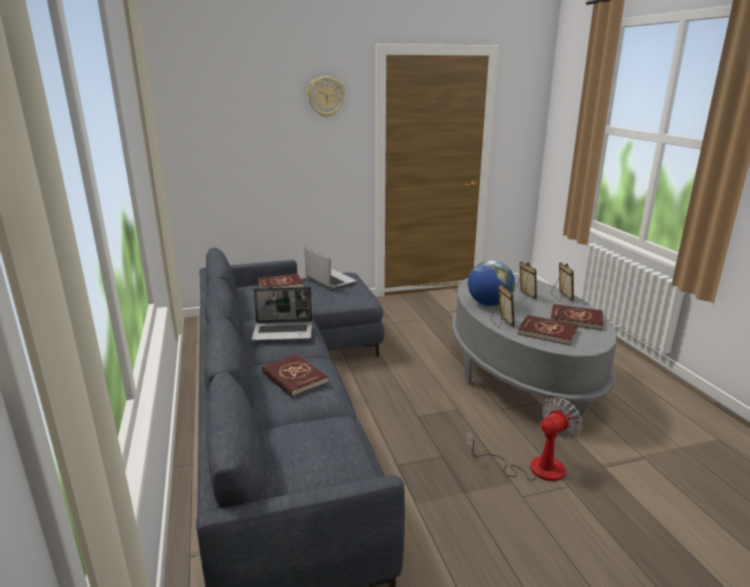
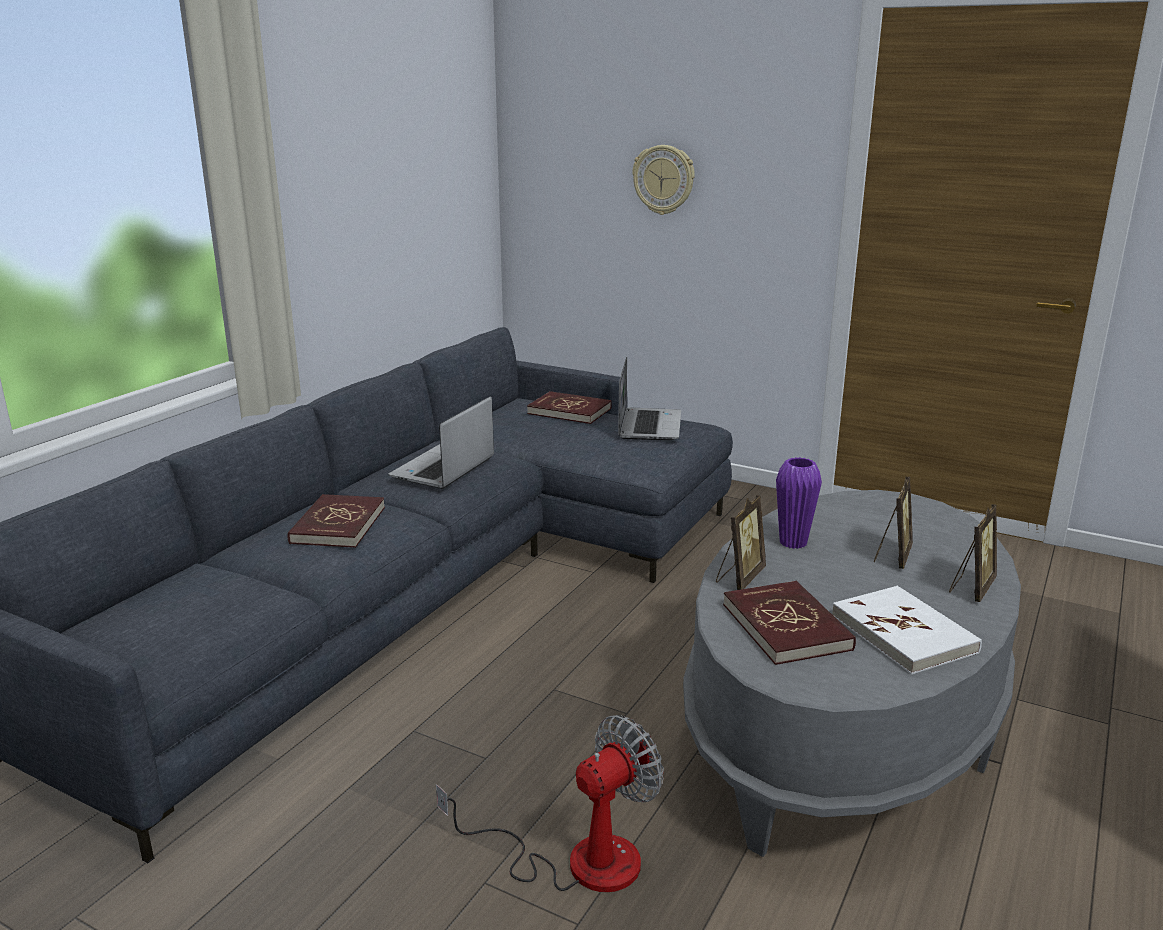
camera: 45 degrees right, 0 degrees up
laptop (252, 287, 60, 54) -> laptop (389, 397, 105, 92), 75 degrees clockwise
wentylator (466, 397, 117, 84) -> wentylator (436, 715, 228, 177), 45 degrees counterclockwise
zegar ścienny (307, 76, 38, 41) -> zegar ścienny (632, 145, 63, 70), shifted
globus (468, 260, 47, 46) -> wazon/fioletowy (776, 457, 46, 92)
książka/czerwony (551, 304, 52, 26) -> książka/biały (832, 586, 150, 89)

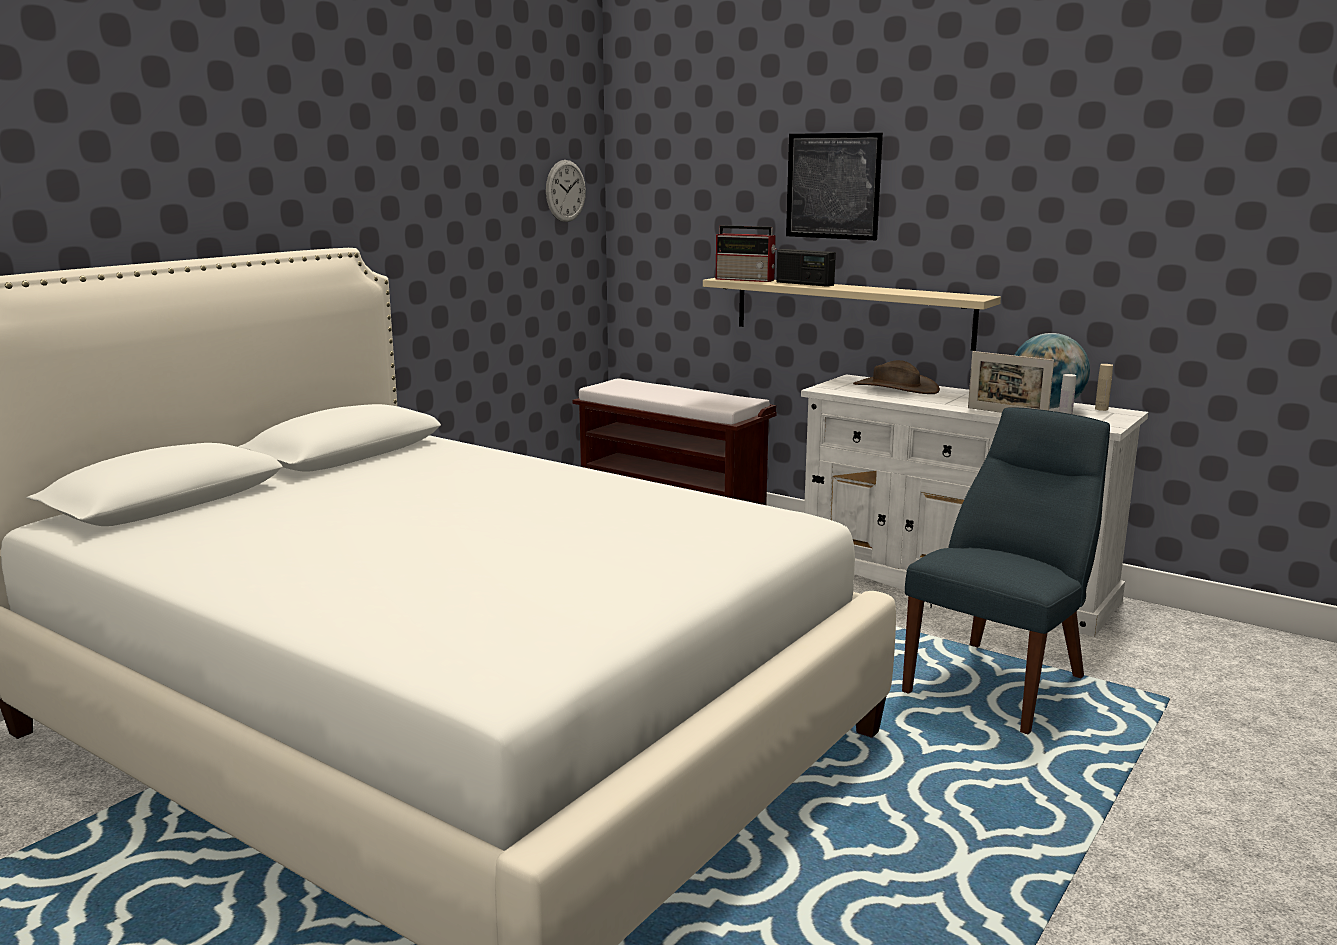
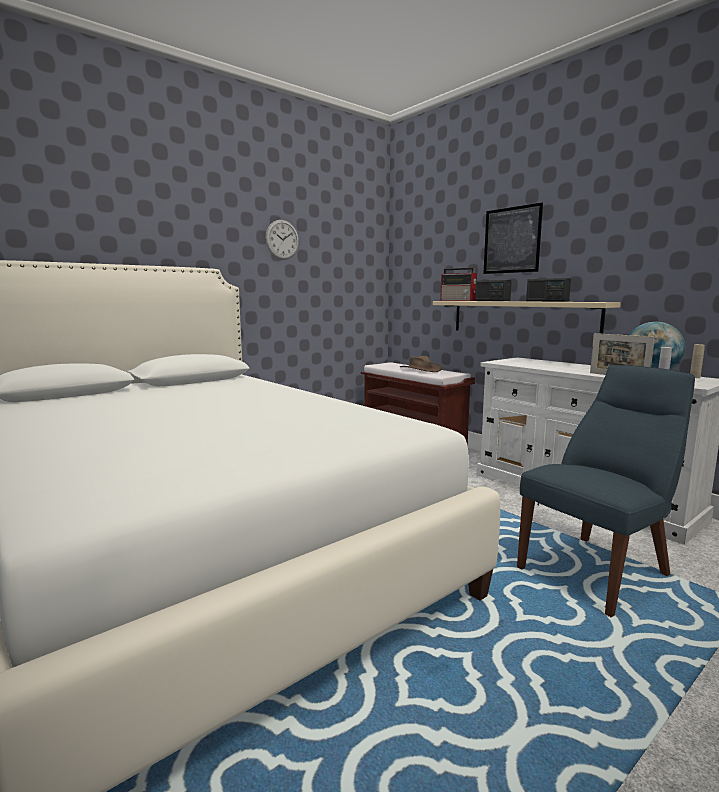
camera: 15 degrees right, 5 degrees down
zegar ścienny (546, 160, 40, 62) -> zegar ścienny (265, 220, 34, 40), shifted
kapelusz/brązowy (853, 360, 87, 34) -> kapelusz/brązowy (400, 356, 42, 16), shifted
none -> radio (526, 278, 45, 24)

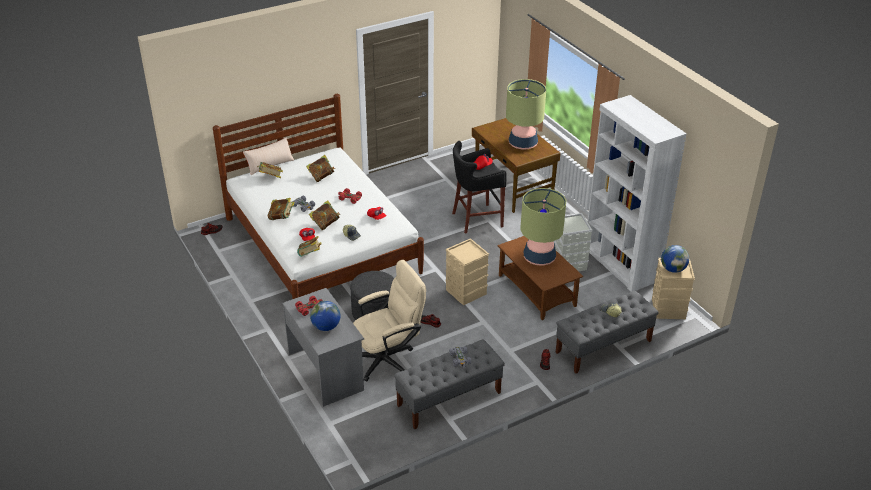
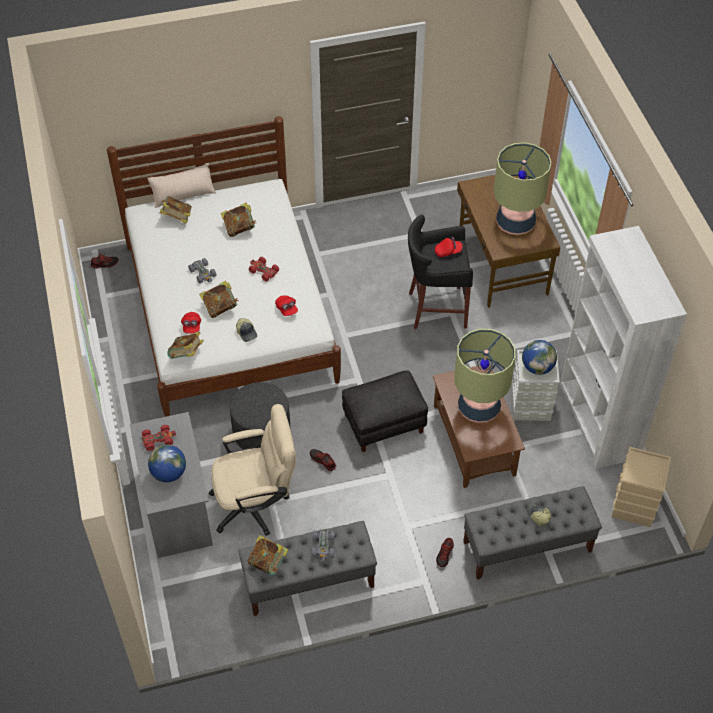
camera: 15 degrees right, 15 degrees up
książka (267, 198, 28, 22) -> książka (248, 535, 41, 40), shifted
pojemnik do przechowywania/beżowy (445, 238, 44, 67) -> pufa/czarny (342, 371, 86, 81)
globus (661, 245, 28, 28) -> globus (522, 340, 35, 35), shifted

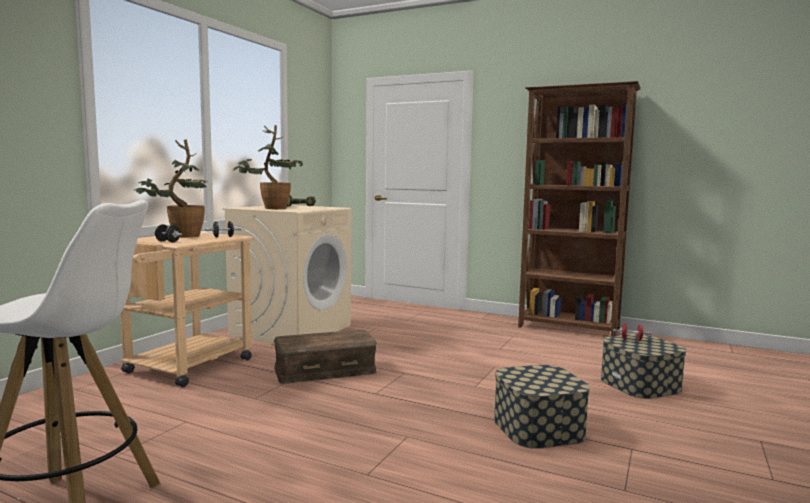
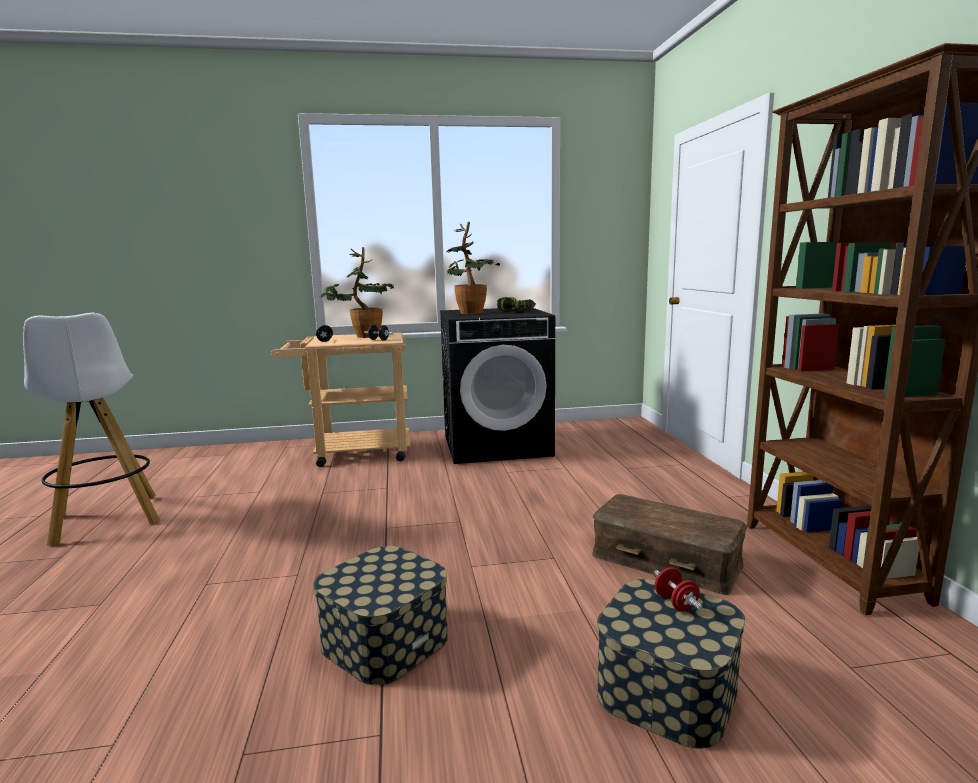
camera: 55 degrees right, 5 degrees up
pralka/beżowy (222, 205, 129, 140) -> pralka/czarny (440, 308, 115, 156)
pojemnik do przechowywania/brązowy (274, 330, 103, 54) -> pojemnik do przechowywania/brązowy (592, 494, 156, 101), shifted

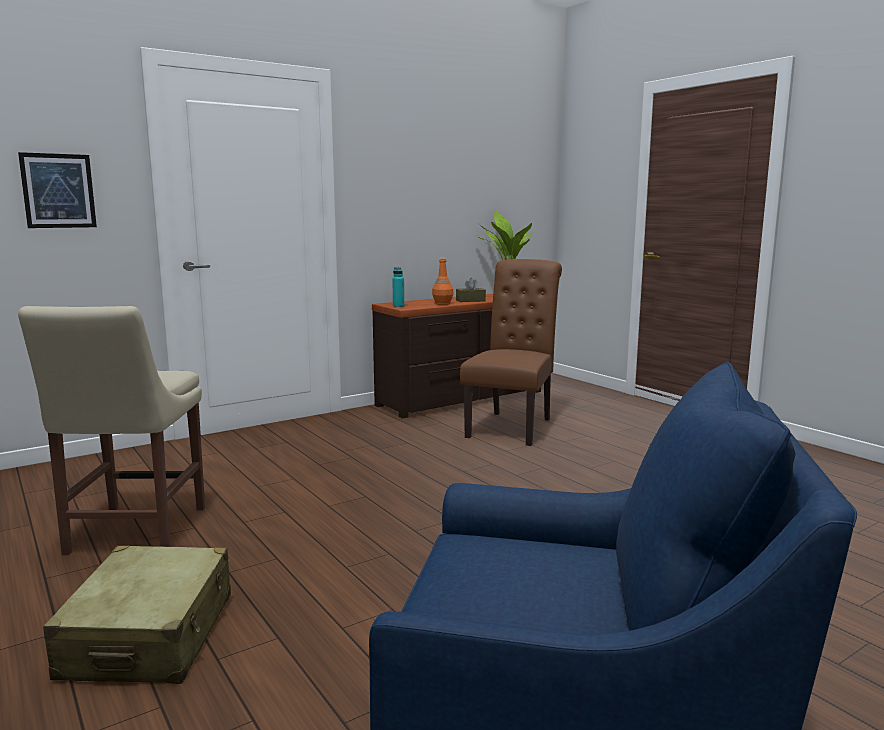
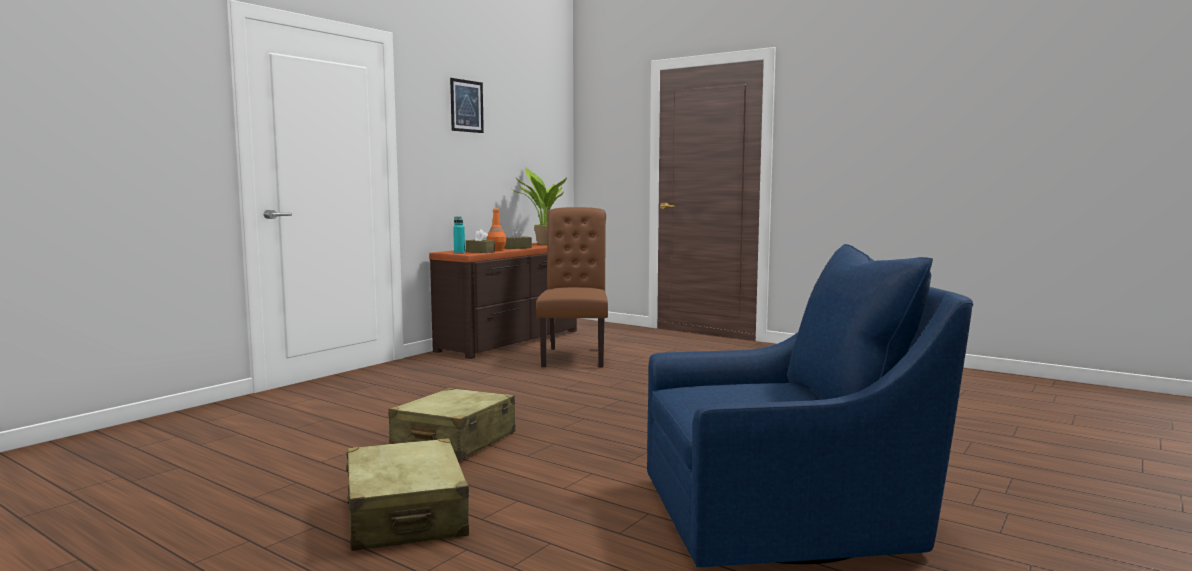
camera: 20 degrees left, 5 degrees down
none -> walizka/beżowy (389, 388, 127, 72)
obraz (18, 152, 79, 76) -> obraz (450, 78, 34, 55), shifted
none -> pudełko chusteczek/brązowy (466, 229, 29, 24)
krzesło/beżowy (18, 306, 187, 249) -> none

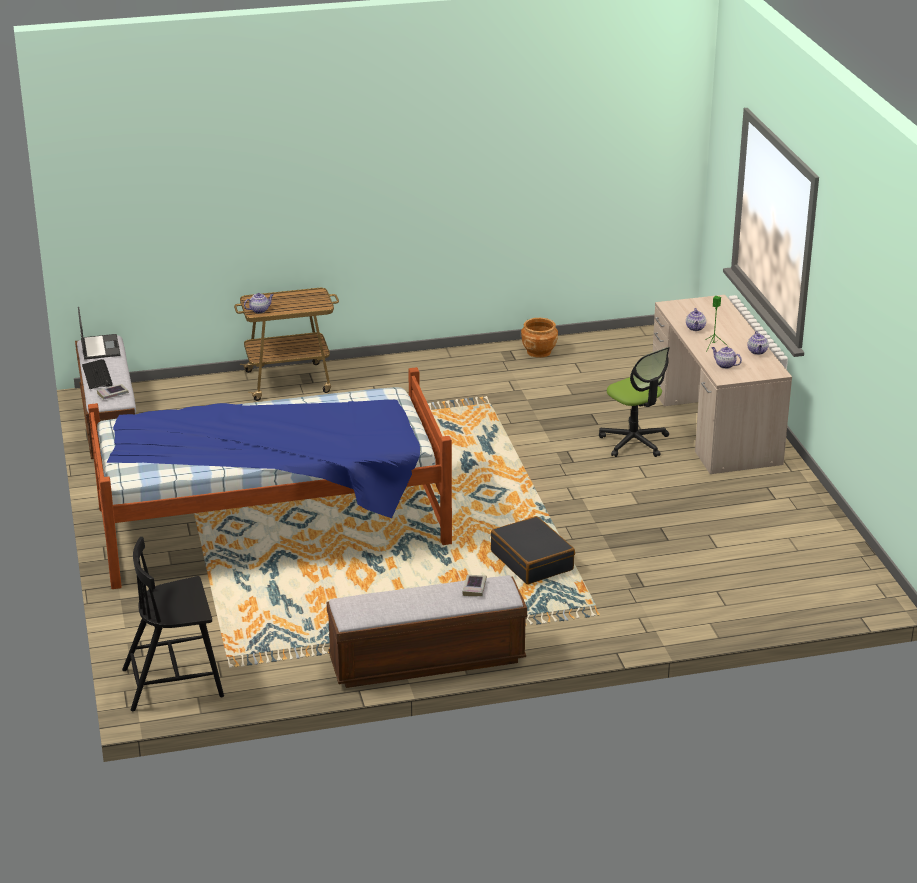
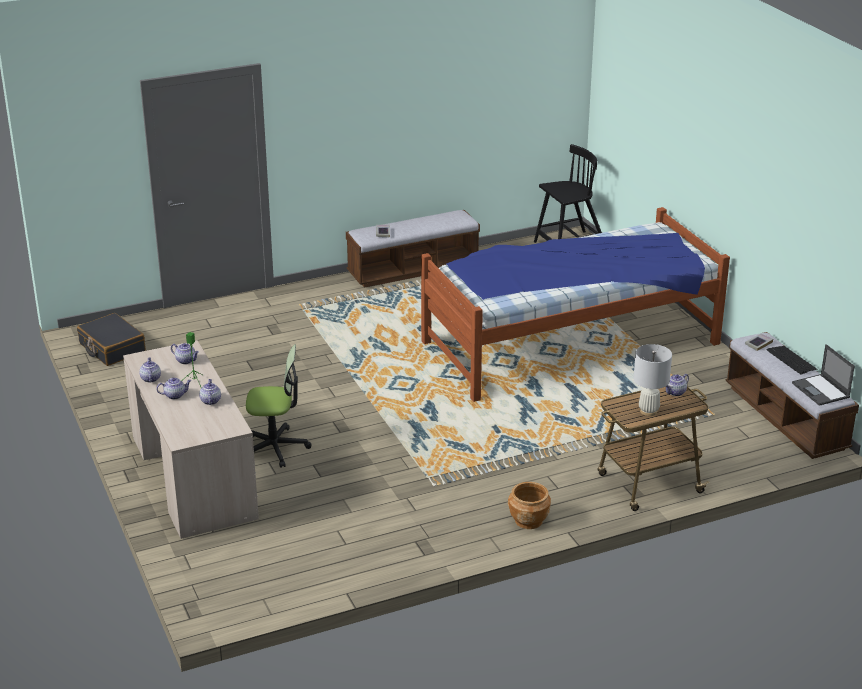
camera: 170 degrees right, 0 degrees up
walizka/czarny (490, 516, 85, 68) -> walizka/czarny (77, 313, 69, 53), shifted
none -> imbryk (156, 378, 35, 21)
krzesło biurowe (599, 347, 71, 110) -> krzesło biurowe (246, 344, 66, 124), 135 degrees clockwise
donica/brązowy (521, 318, 37, 40) -> donica/brązowy (508, 482, 43, 47), shifted
none -> lampa stołowa/biały (633, 344, 39, 72)

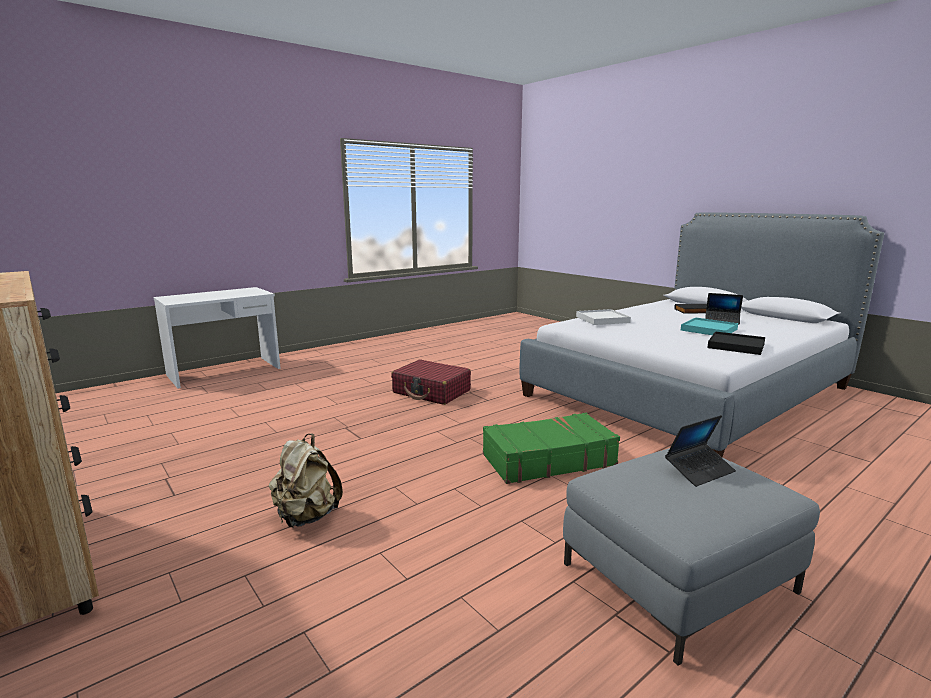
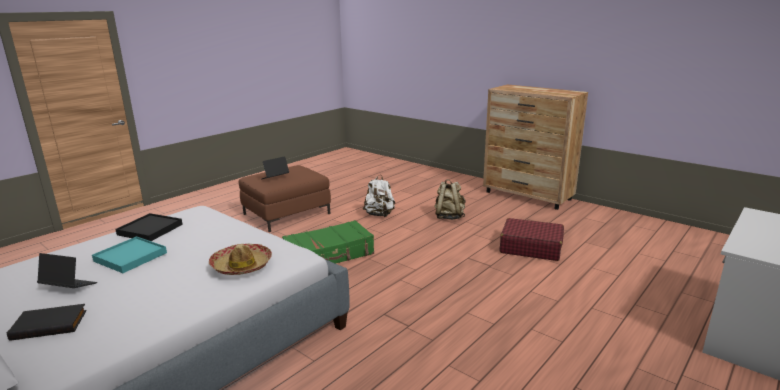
camera: 170 degrees right, 5 degrees up
taca/biały (576, 309, 55, 16) -> kapelusz (209, 244, 63, 31)
pufa/szary (563, 448, 257, 218) -> pufa/brązowy (239, 165, 92, 67)
none -> plecak/biały (363, 175, 32, 42)
walizka/czerwony (391, 359, 80, 46) -> walizka/czerwony (500, 218, 64, 43), shifted

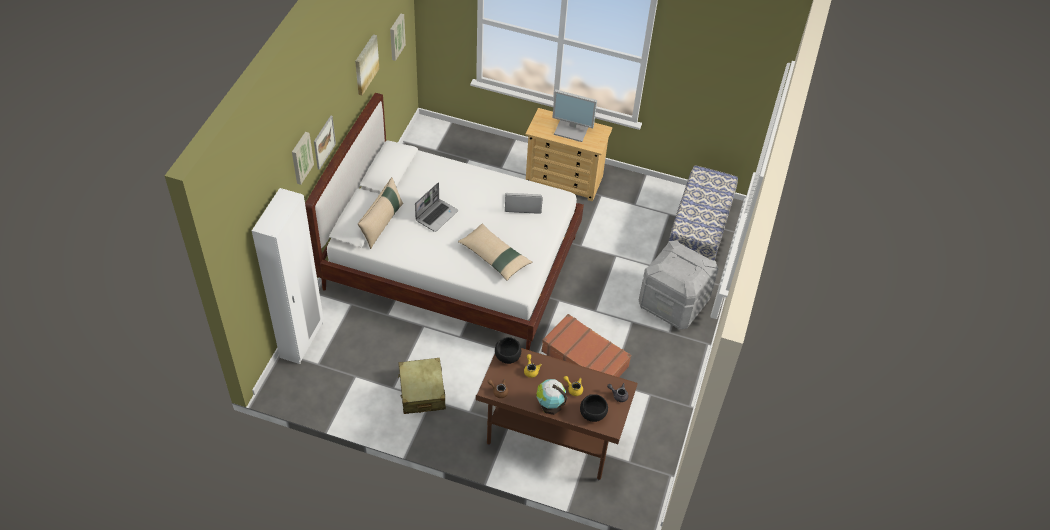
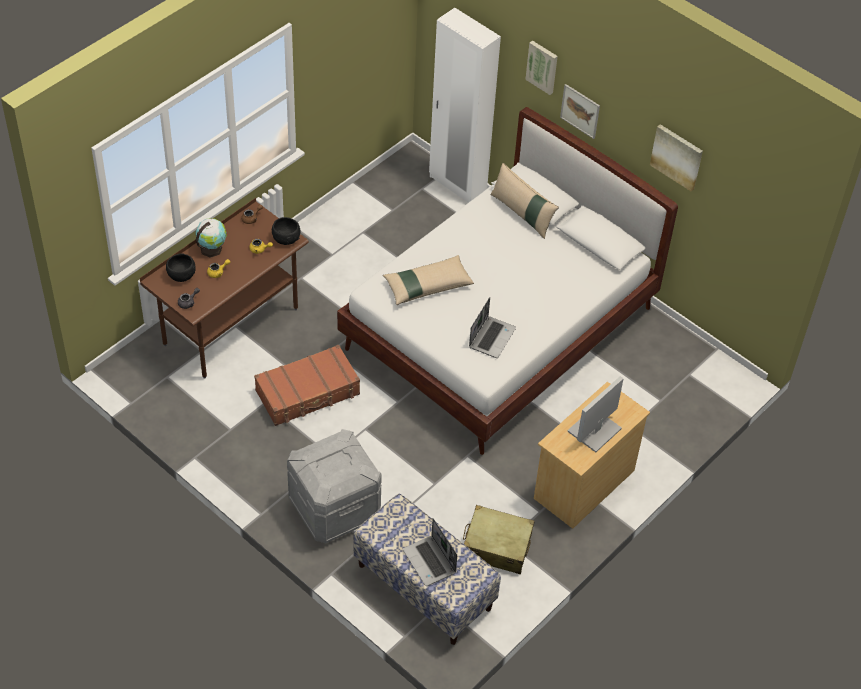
camera: 115 degrees right, 0 degrees up
laptop (415, 182, 43, 50) -> laptop (403, 518, 54, 68), shifted
walizka/beżowy (398, 358, 48, 56) -> walizka/beżowy (463, 505, 71, 69), shifted
obraz (390, 13, 16, 48) -> none

